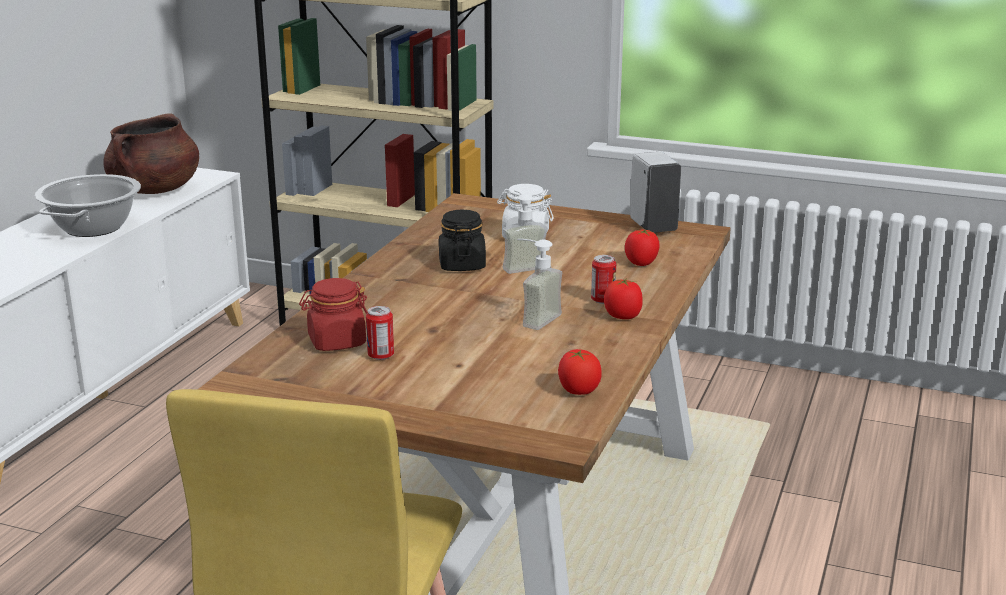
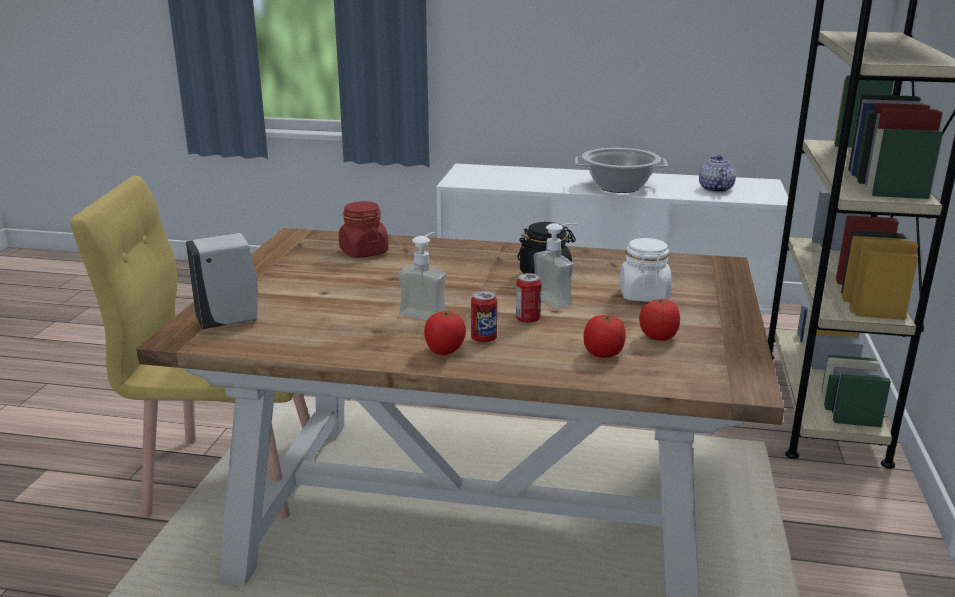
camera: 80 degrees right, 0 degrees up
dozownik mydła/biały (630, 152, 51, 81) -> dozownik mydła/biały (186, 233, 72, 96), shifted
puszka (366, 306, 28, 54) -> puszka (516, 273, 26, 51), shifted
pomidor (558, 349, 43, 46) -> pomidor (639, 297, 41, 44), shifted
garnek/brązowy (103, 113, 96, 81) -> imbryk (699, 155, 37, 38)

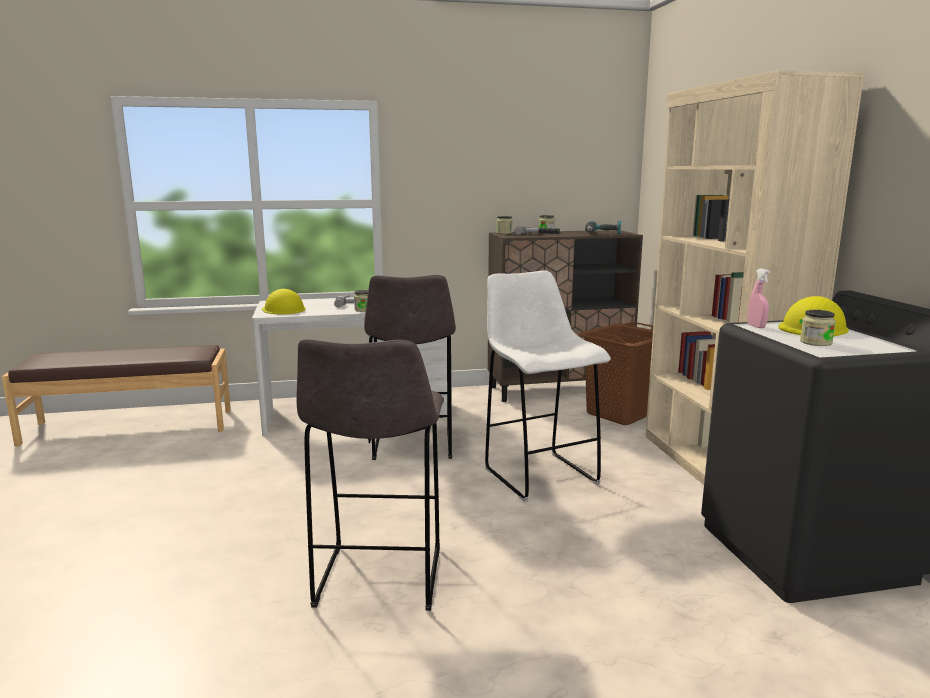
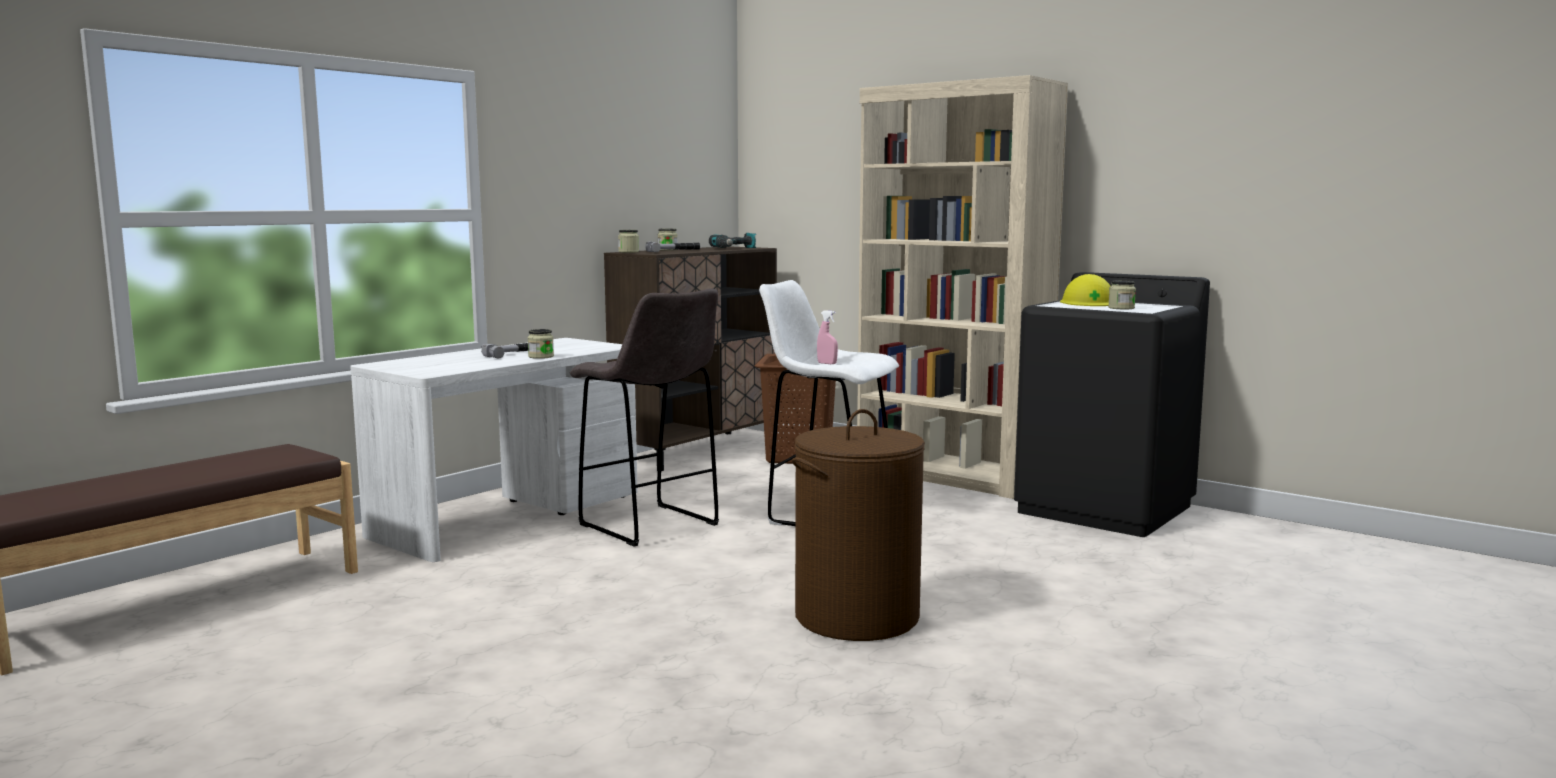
camera: 40 degrees left, 5 degrees down
stołek/szary (296, 339, 148, 272) -> kosz na pranie/brązowy (792, 409, 133, 232)
spryskiwacz/różowy (748, 268, 22, 60) -> spryskiwacz/różowy (817, 310, 21, 54), shifted
kask/żółty (262, 289, 44, 25) -> none

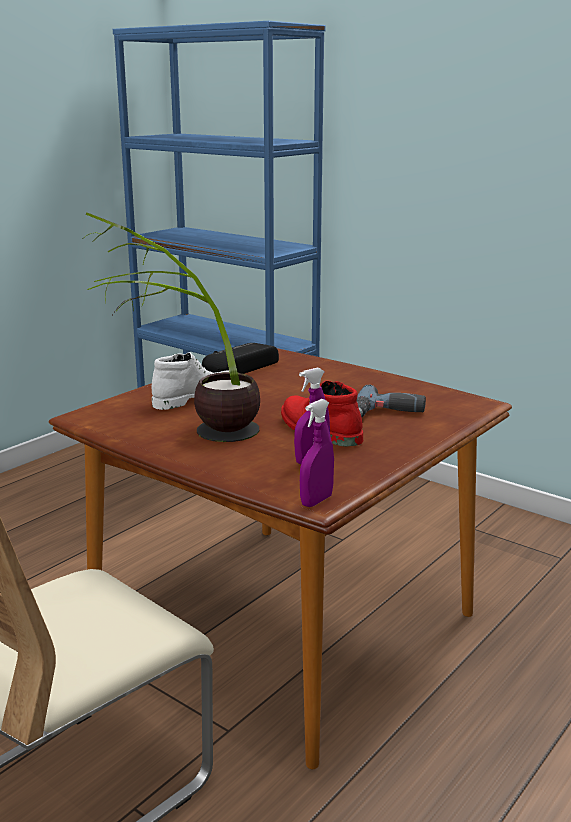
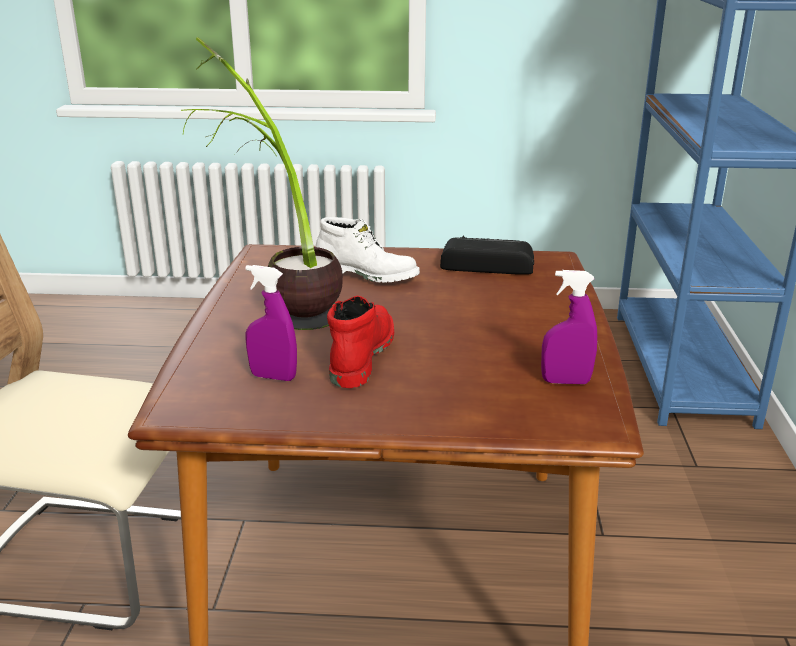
camera: 55 degrees right, 5 degrees up
spryskiwacz/fioletowy (300, 399, 34, 108) -> spryskiwacz/fioletowy (541, 270, 56, 114), shifted
wiertarka (357, 385, 69, 32) -> none

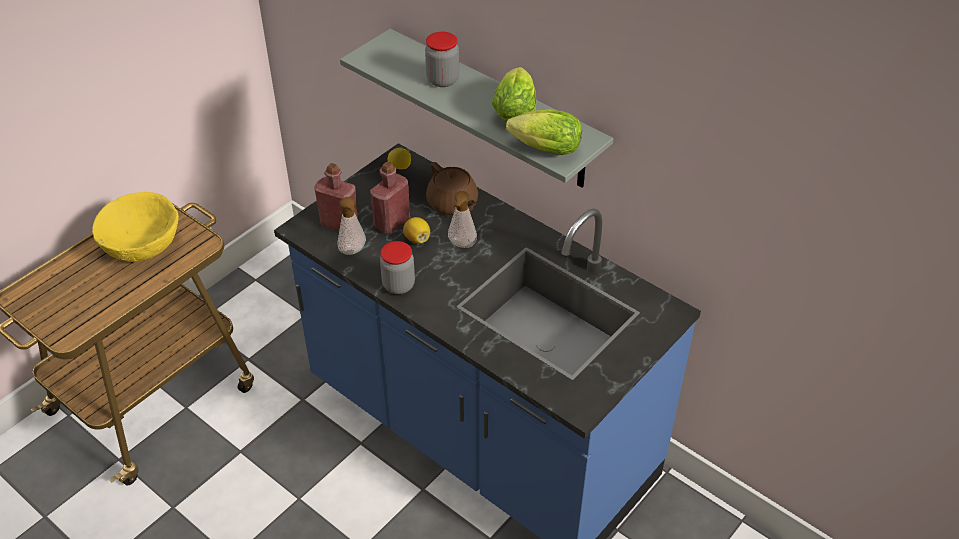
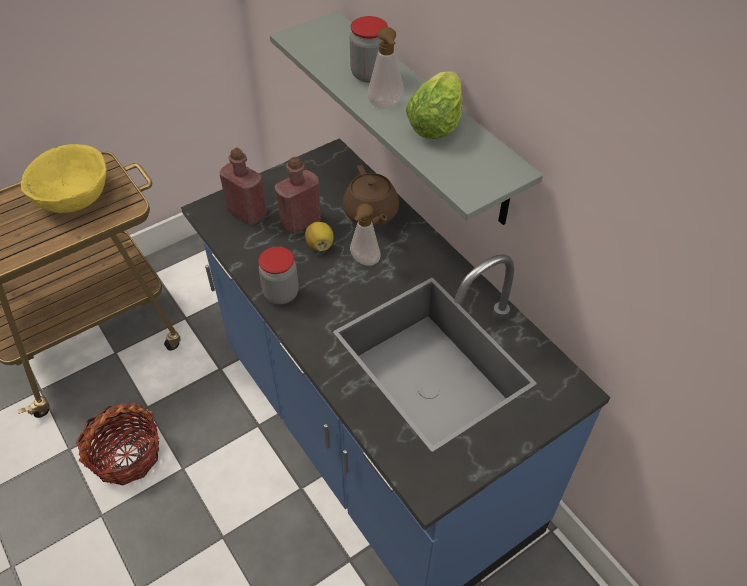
camera: 15 degrees right, 5 degrees up
none -> koszyk (76, 403, 83, 83)
dozownik mydła (337, 197, 29, 58) -> dozownik mydła (368, 27, 36, 82), shifted
cytryna (388, 148, 23, 21) -> none
sałata (506, 109, 76, 46) -> none

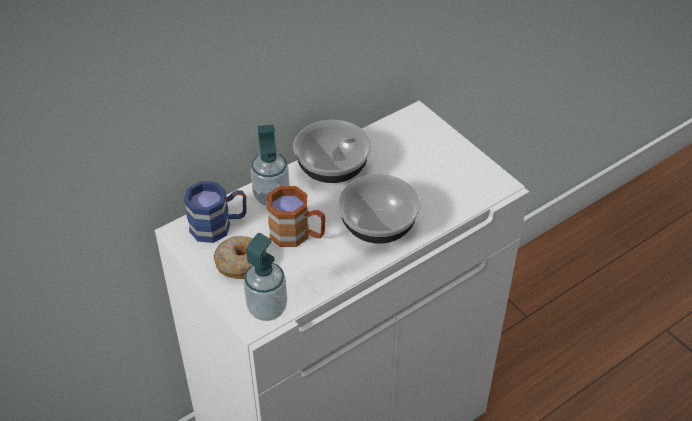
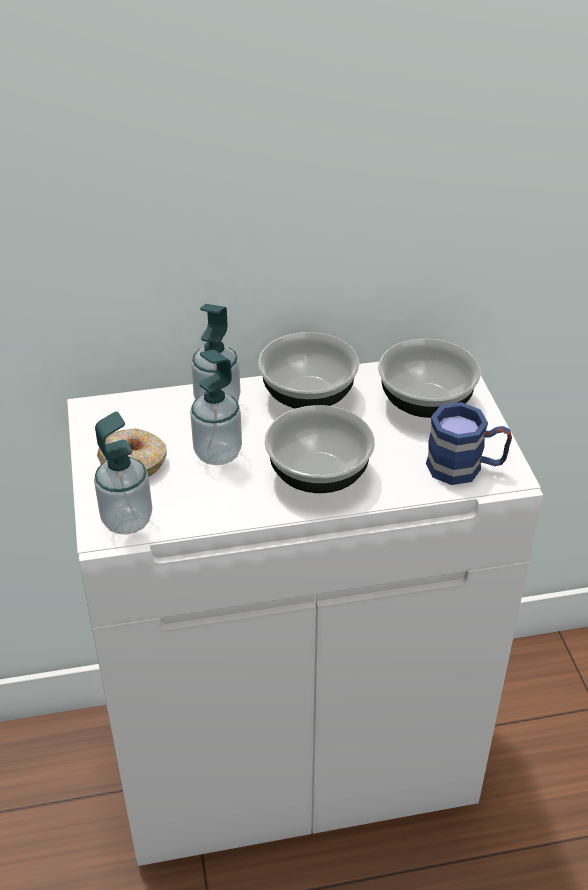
camera: 25 degrees right, 5 degrees down
kubek/brązowy (267, 186, 59, 61) -> dozownik mydła (190, 350, 52, 115)
none -> miska (378, 339, 102, 79)
kubek/niebieski (184, 181, 62, 62) -> kubek/niebieski (426, 402, 86, 83), shifted

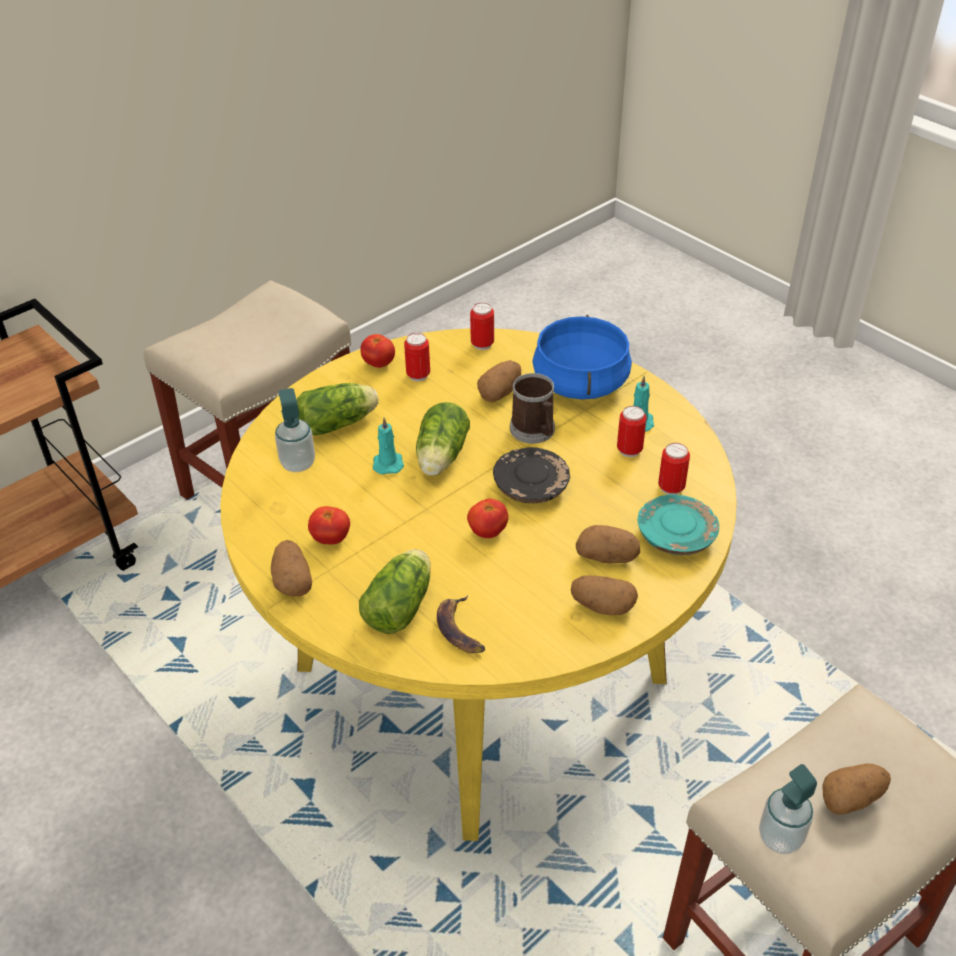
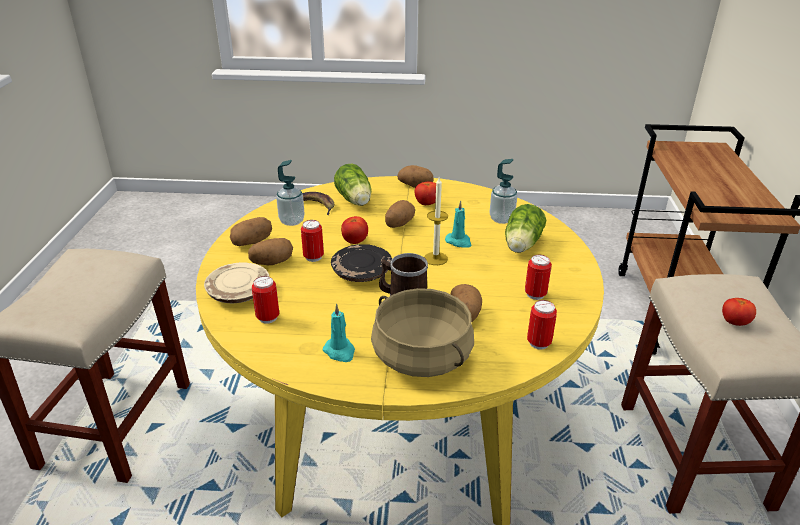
camera: 135 degrees right, 10 degrees down
talerz/turkusowy (638, 495, 81, 60) -> talerz/beżowy (204, 262, 65, 41)
dozownik mydła (759, 764, 58, 90) -> dozownik mydła (276, 160, 29, 66), shifted
puszka (617, 406, 29, 51) -> puszka (301, 220, 23, 42), shifted
garnek/niebieski (532, 315, 100, 84) -> garnek/beżowy (371, 288, 103, 89)
ziemniak (822, 763, 69, 52) -> ziemniak (385, 200, 30, 28), shifted
sałata (416, 402, 54, 73) -> świeca (424, 178, 24, 87)
pomidor (360, 334, 35, 34) -> pomidor (722, 298, 34, 28), shifted

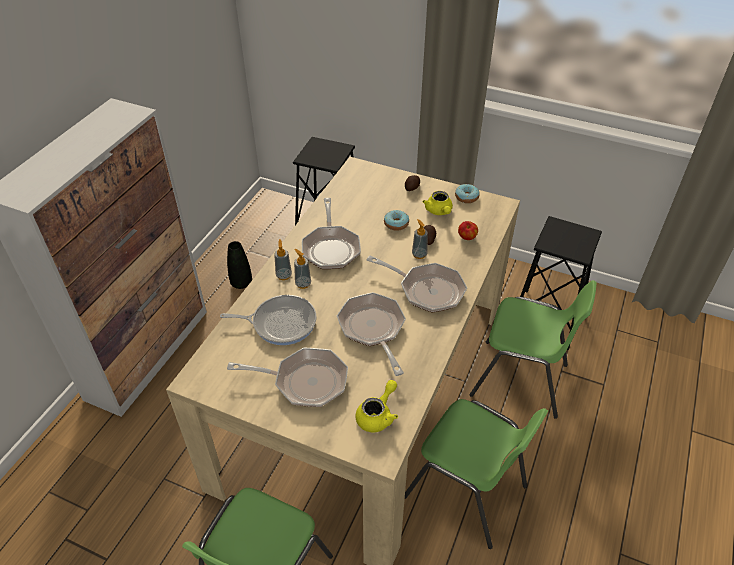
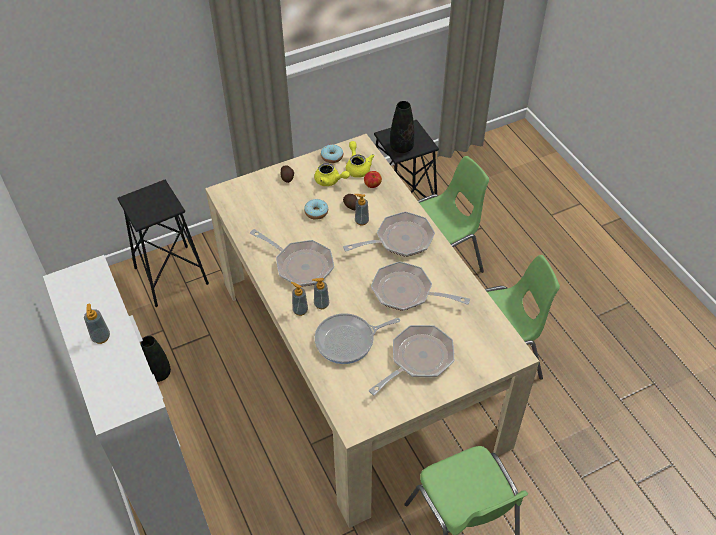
camera: 50 degrees left, 5 degrees up
none -> dozownik mydła (84, 304, 26, 40)
patelnia (220, 295, 96, 50) -> patelnia (315, 313, 85, 51), 150 degrees counterclockwise
imbryk/żółty (356, 380, 42, 52) -> imbryk/żółty (346, 141, 29, 37), shifted
none -> wazon/czarny (390, 101, 24, 52)

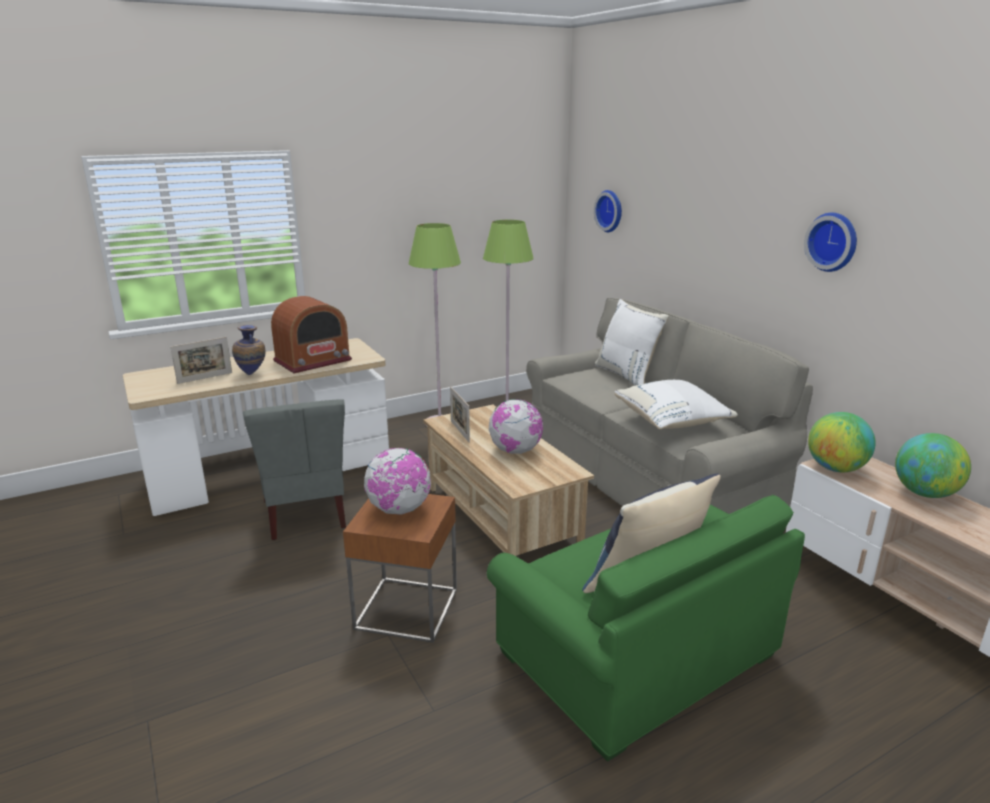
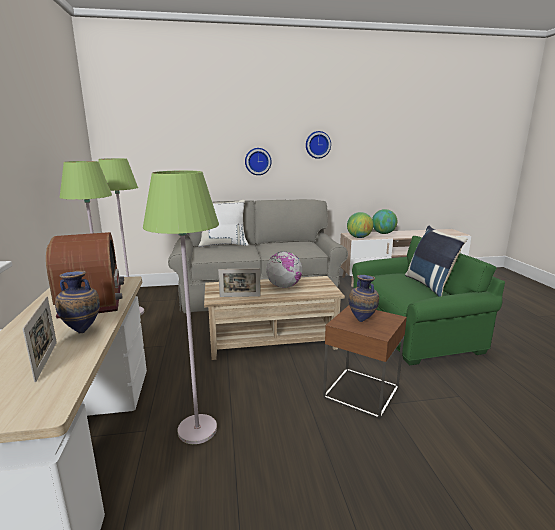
camera: 70 degrees left, 5 degrees down
krzesło/szary (243, 399, 103, 141) -> lampa stojąca/zielony (143, 170, 76, 274)
zegar ścienny (594, 190, 28, 42) -> zegar ścienny (245, 148, 26, 27), shifted
globus (364, 448, 67, 67) -> wazon (349, 275, 30, 47)
poduszka/biały (614, 380, 124, 49) -> none

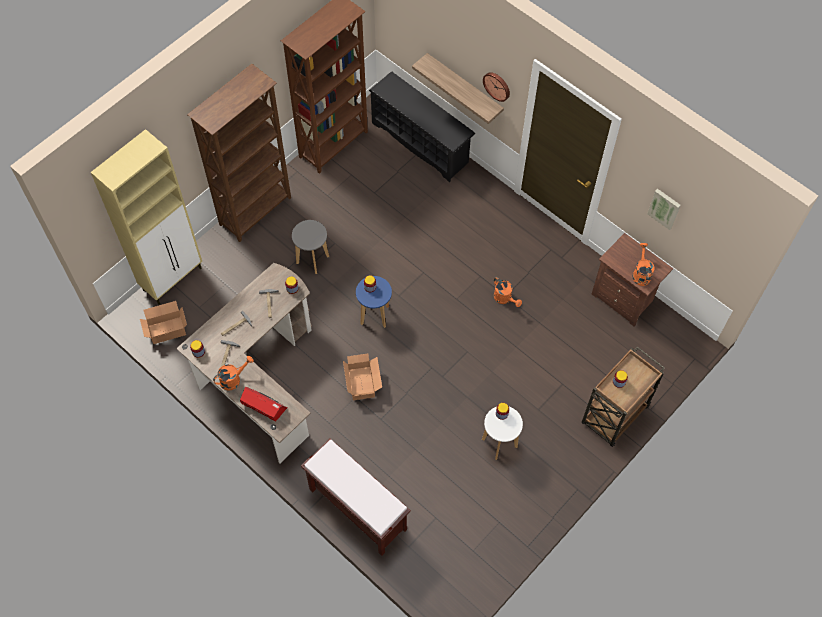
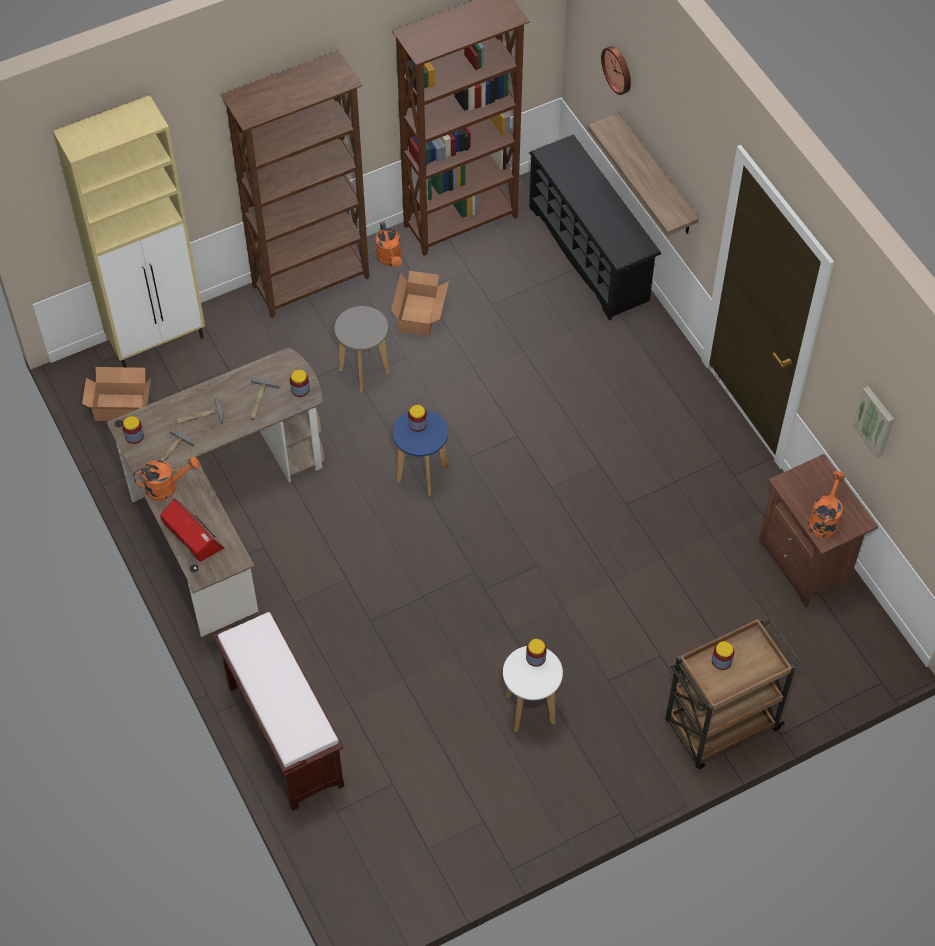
camera: 20 degrees right, 5 degrees down
konewka/pomarańczowy (494, 277, 28, 30) -> konewka/pomarańczowy (375, 222, 27, 45), shifted
karton (343, 354, 39, 46) -> karton (391, 271, 58, 65), shifted
zegar ścienny (483, 72, 27, 30) -> zegar ścienny (601, 46, 30, 49), shifted

